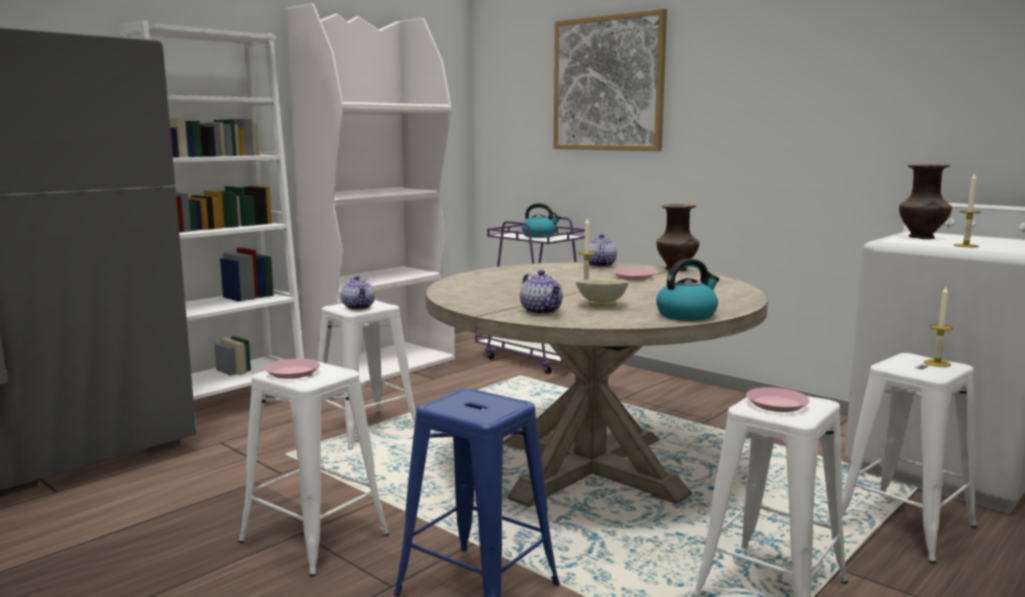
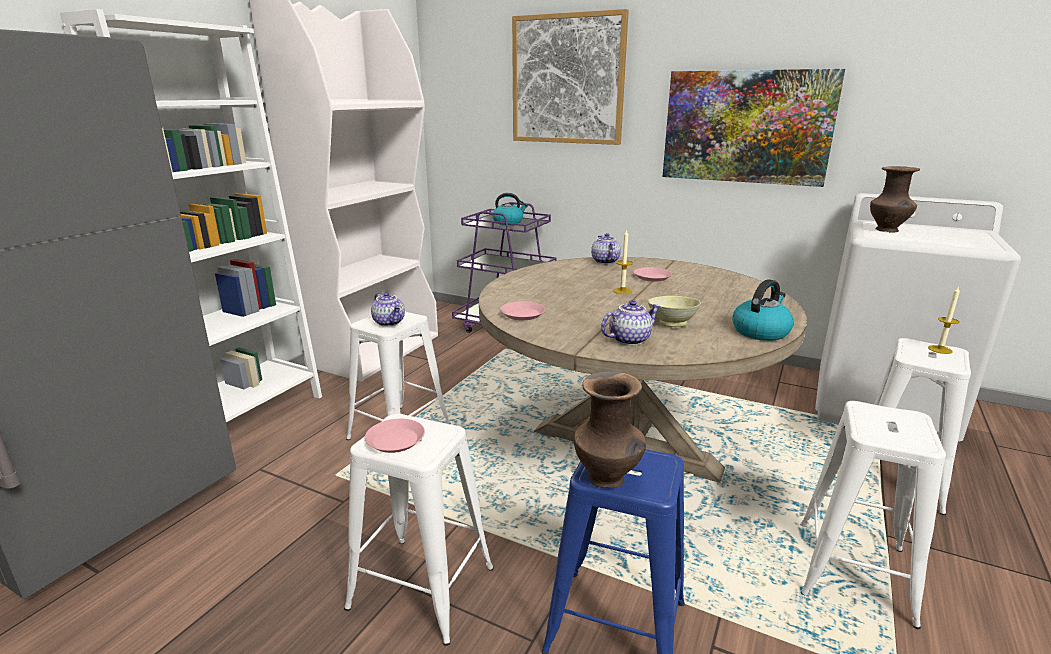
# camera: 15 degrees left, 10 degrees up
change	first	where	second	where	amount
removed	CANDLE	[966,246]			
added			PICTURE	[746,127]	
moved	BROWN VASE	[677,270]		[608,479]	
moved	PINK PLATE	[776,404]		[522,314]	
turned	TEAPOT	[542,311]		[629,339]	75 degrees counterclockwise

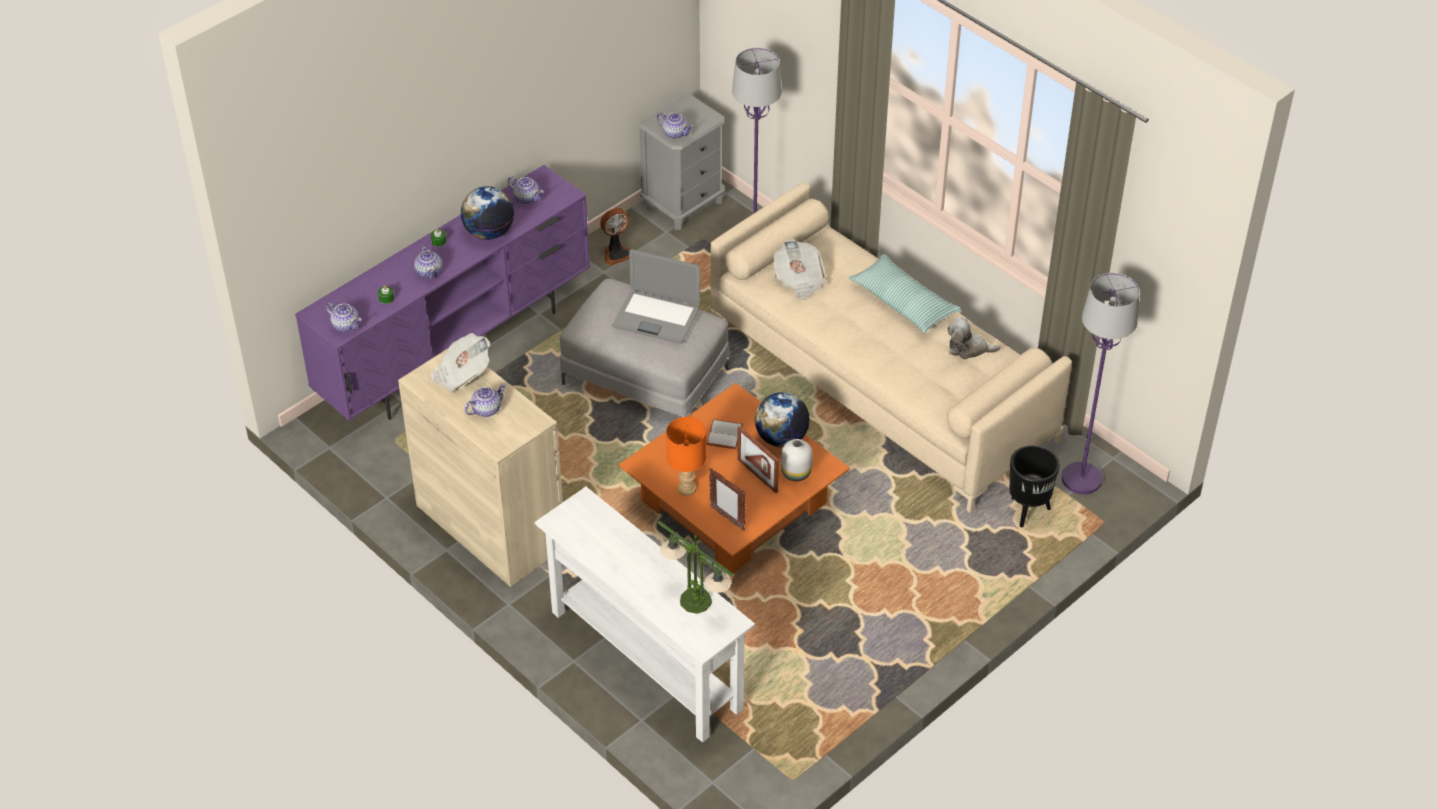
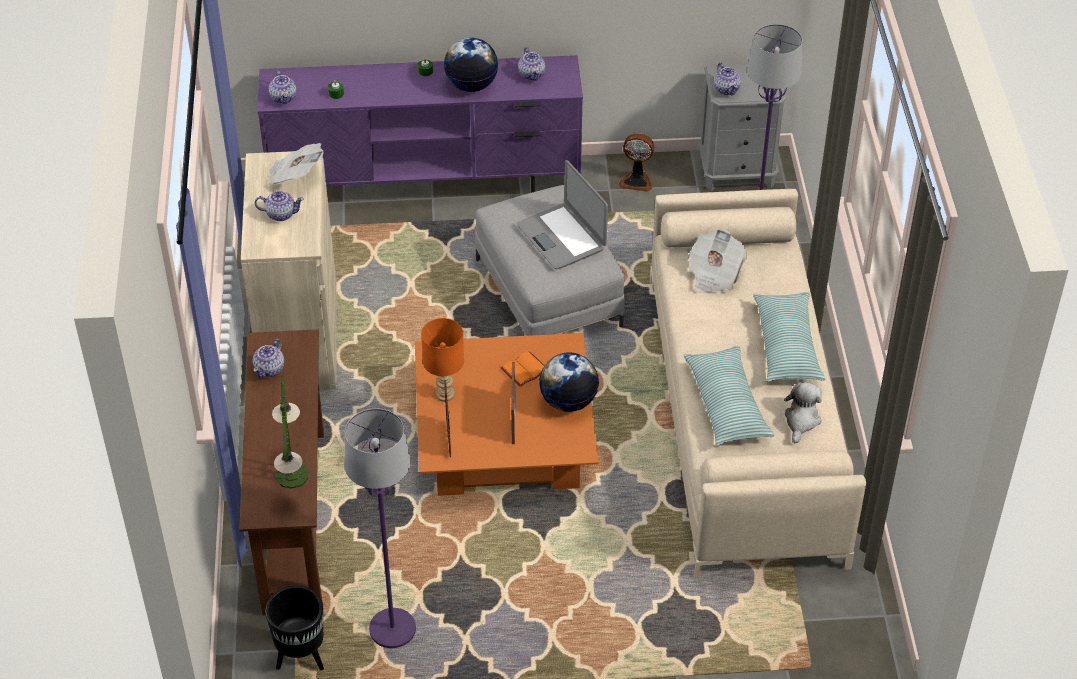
# camera: 40 degrees right, 0 degrees up
change	first	where	second	where	amount
removed	WHITE VASE	[796,472]			
added			PILLOW	[727,404]	
moved	TEAPOT	[429,272]		[270,369]	
moved	BLACK PLANTER	[1026,511]		[300,658]	
moved	PURPLE FLOOR LAMP	[1082,479]		[393,630]	
recoloured	WHITE CONSOLE TABLE	[645,661]	BROWN CONSOLE TABLE	[293,519]	
recoloured	WHITE BOOK	[723,434]	ORANGE BOOK	[524,369]	
turned	PLUSH TOY	[969,348]		[801,420]	60 degrees clockwise

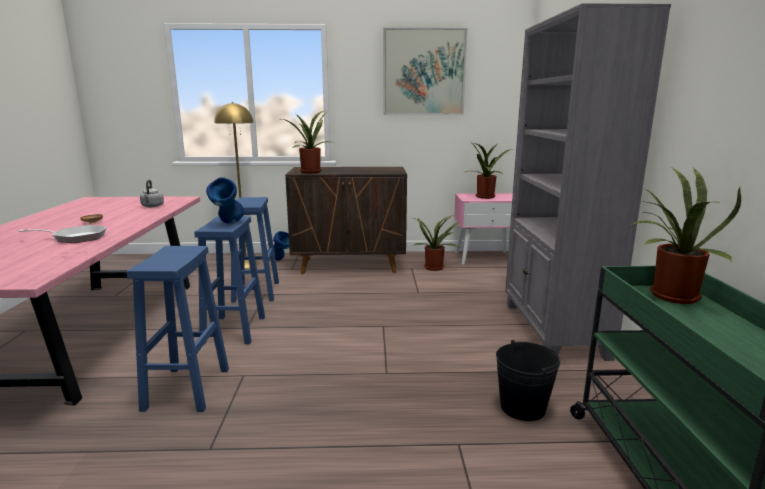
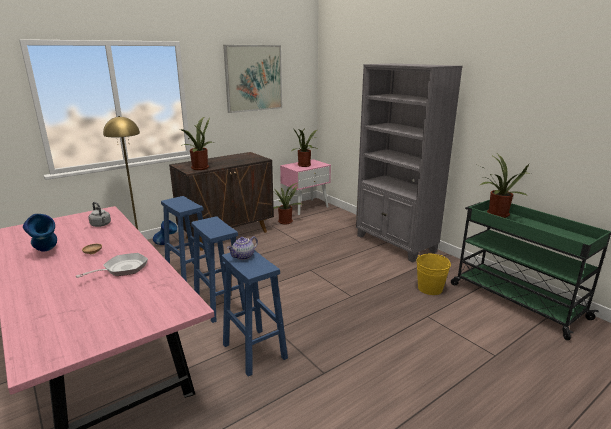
# camera: 35 degrees left, 5 degrees up
change	first	where	second	where	amount
added			TEAPOT	[243,257]	
moved	BLUE VASE	[228,224]		[46,252]	
recoloured	BLACK BUCKET	[522,407]	YELLOW BUCKET	[430,288]	

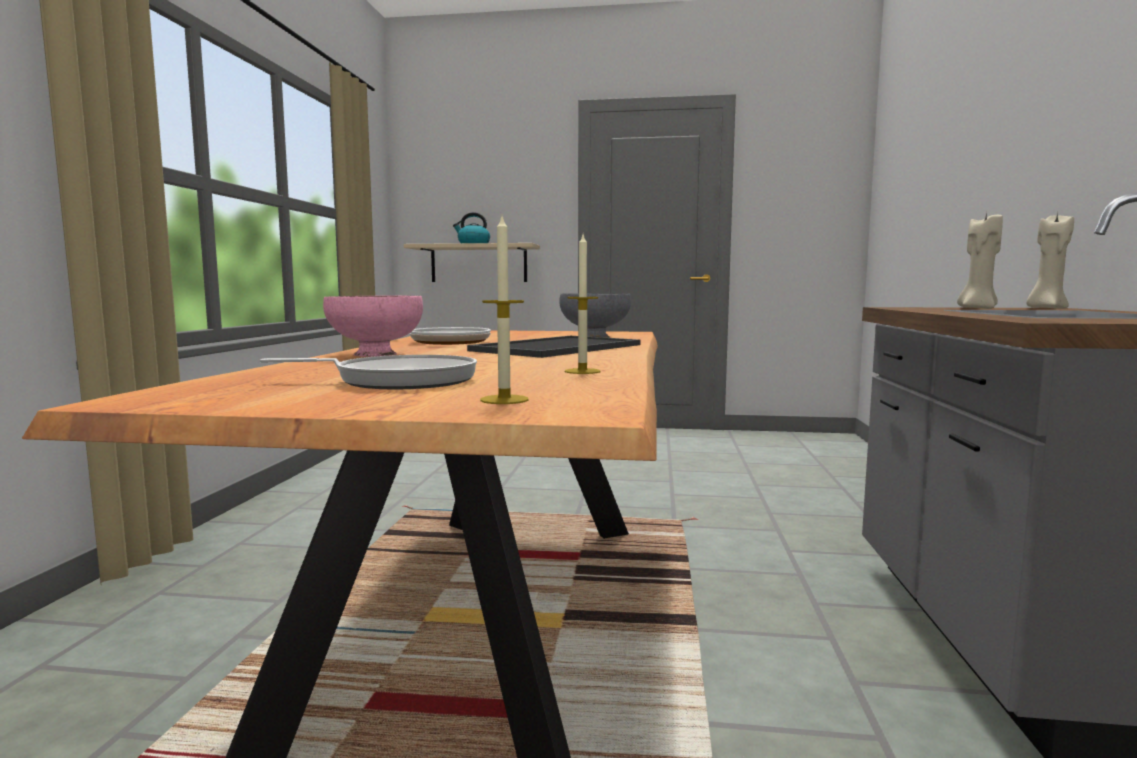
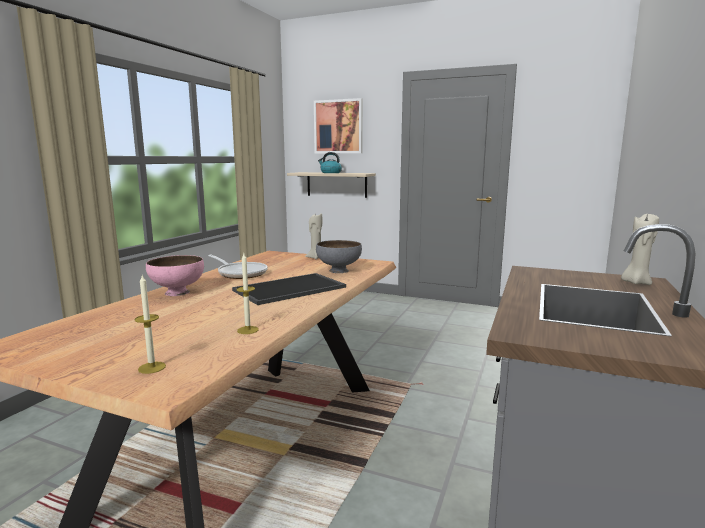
# camera: 15 degrees right, 5 degrees up
change	first	where	second	where	amount
removed	FRYING PAN	[398,380]			
added			PICTURE	[338,126]	
moved	BEIGE CANDLE	[977,308]		[316,257]	

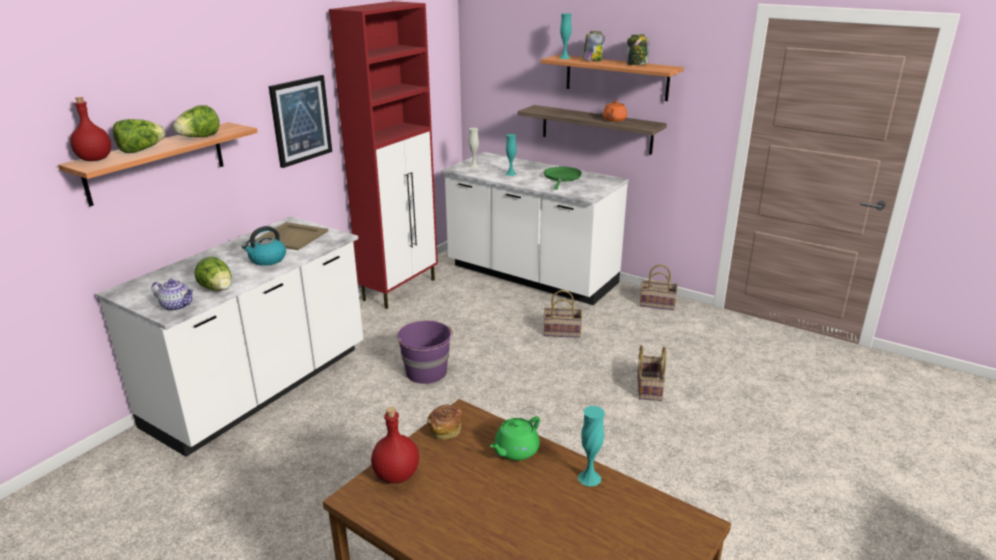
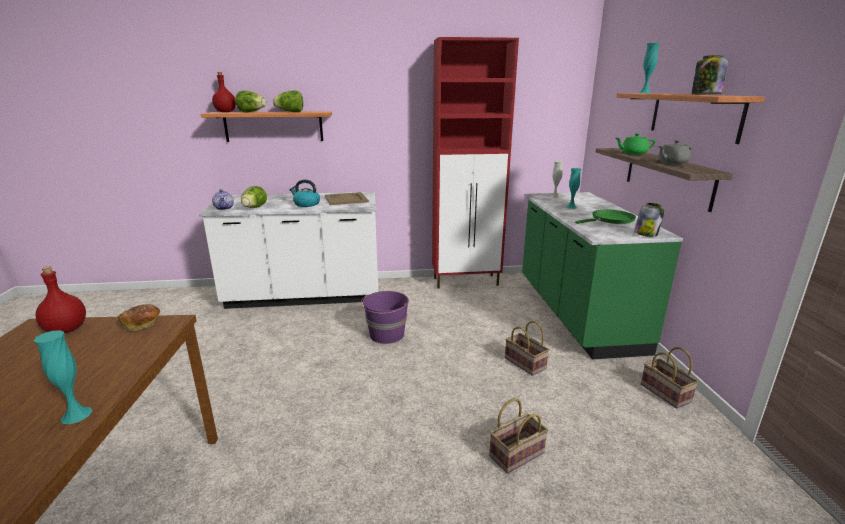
# camera: 50 degrees right, 5 degrees down
change	first	where	second	where	amount
removed	PICTURE	[301,120]			
moved	GREEN TEAPOT	[515,451]		[633,153]	
moved	JAR	[592,60]		[646,234]	
recoloured	WHITE COUNTER	[531,276]	GREEN COUNTER	[576,313]	
recoloured	ORANGE TEAPOT	[614,120]	GREY TEAPOT	[672,163]	

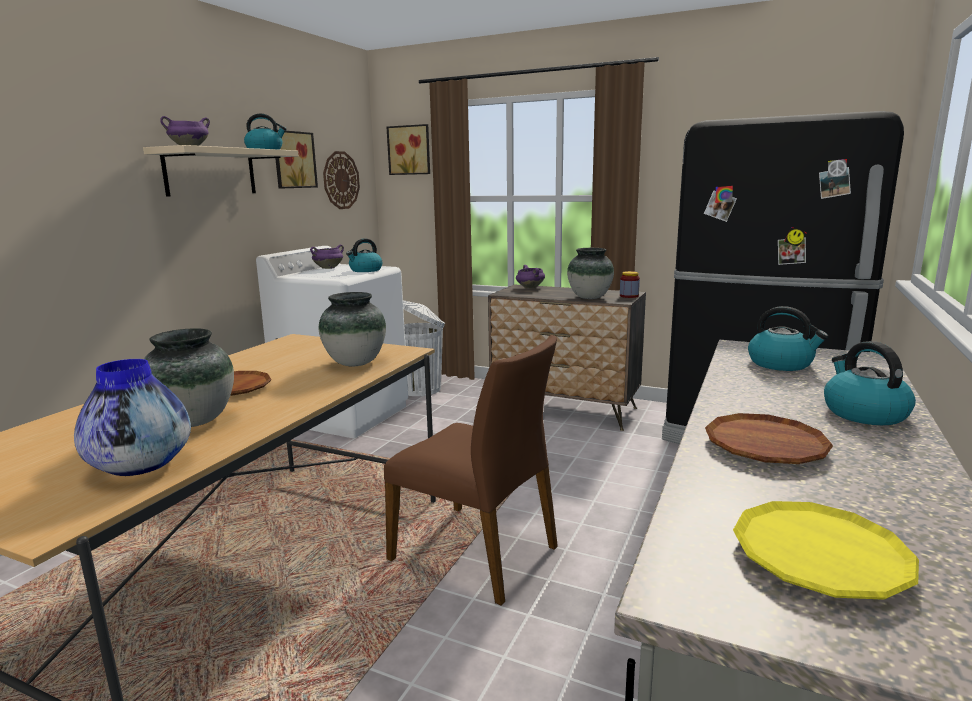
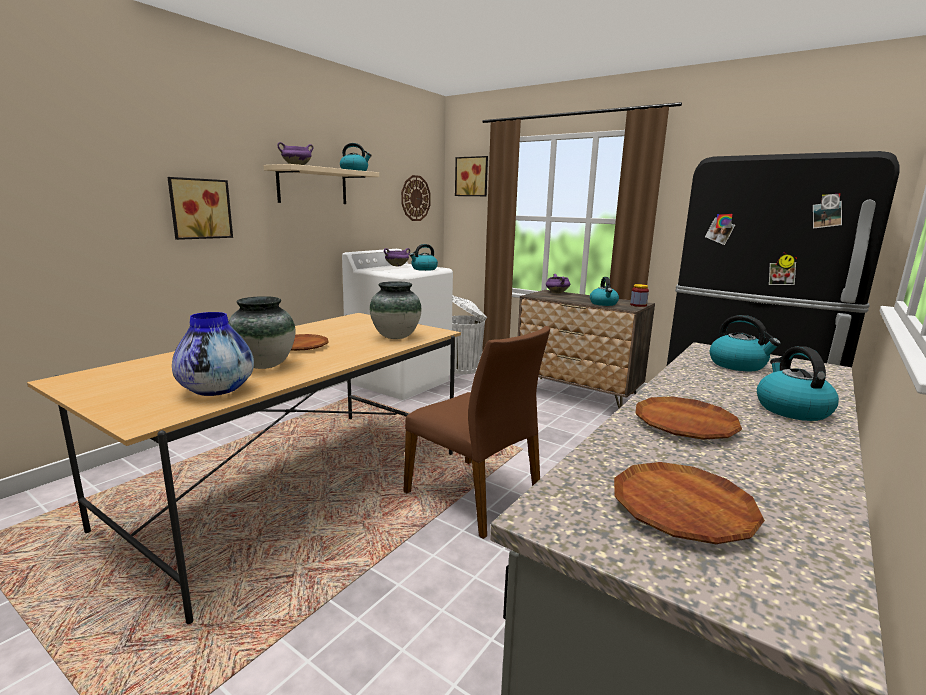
# camera: 10 degrees right, 0 degrees up
change	first	where	second	where	amount
moved	PICTURE	[293,160]		[199,208]	
replaced	VASE	[590,297]	KETTLE	[603,304]	
recoloured	YELLOW PLATE	[819,557]	BROWN PLATE	[682,509]	

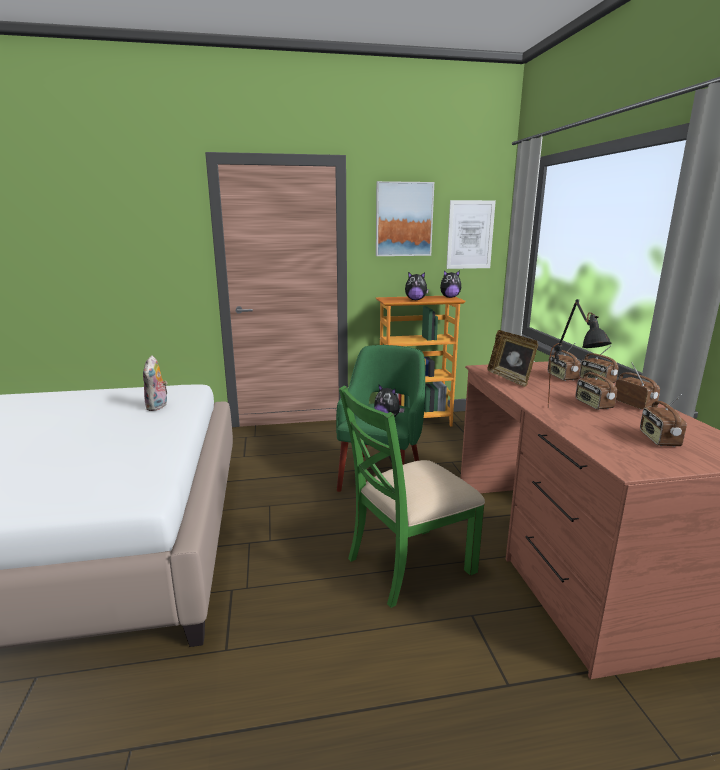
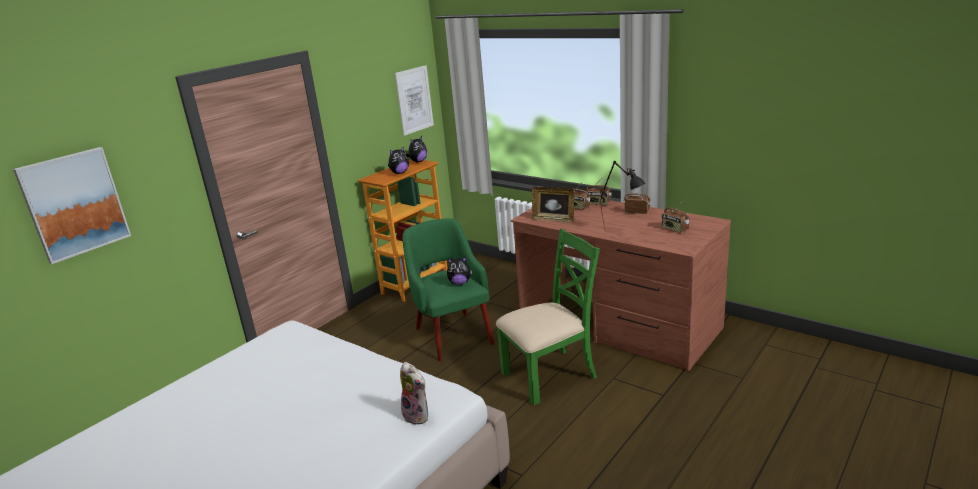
# camera: 40 degrees left, 5 degrees up
change	first	where	second	where	amount
removed	RADIO	[593,404]			
moved	PLUSH TOY	[158,407]		[418,415]	
moved	PICTURE	[403,219]		[74,204]	
turned	GREEN CHAIR	[409,564]		[550,375]	135 degrees counterclockwise

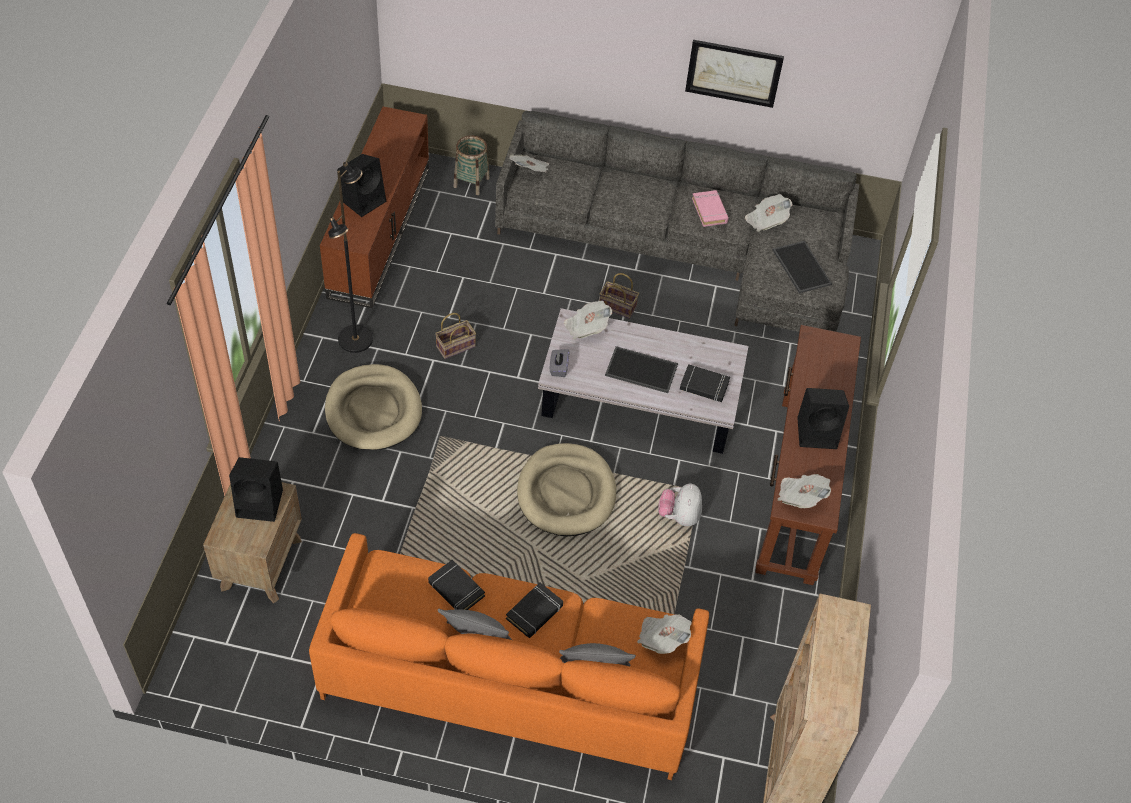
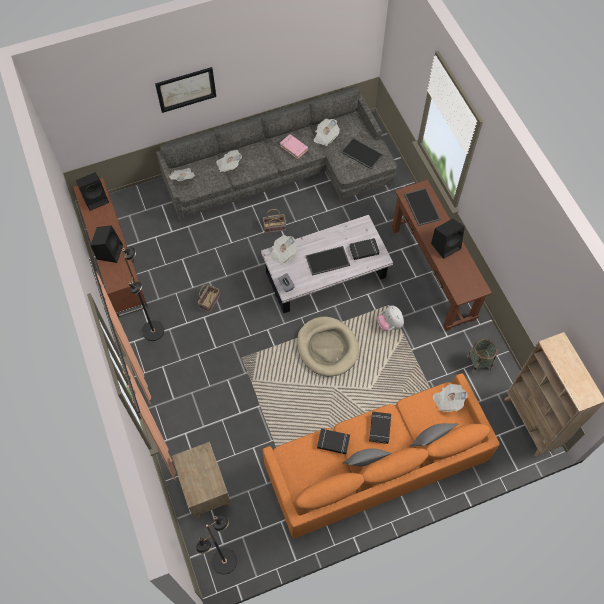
# camera: 30 degrees left, 10 degrees up
change	first	where	second	where	amount
removed	BEIGE DOG BED	[373,410]			
added			BLACK FLOOR LAMP	[225,561]	
added			TRAY	[421,207]	
moved	BLACK SPEAKER	[261,503]		[96,198]	
moved	BASKET	[471,182]		[479,362]	
moved	PICTURE	[733,72]		[186,89]	
moved	NEWSPAPER	[800,497]		[229,165]	

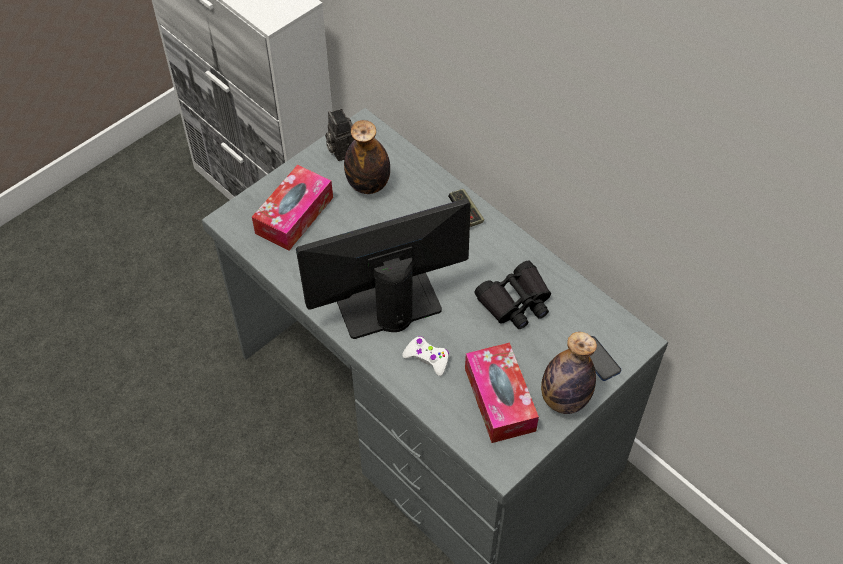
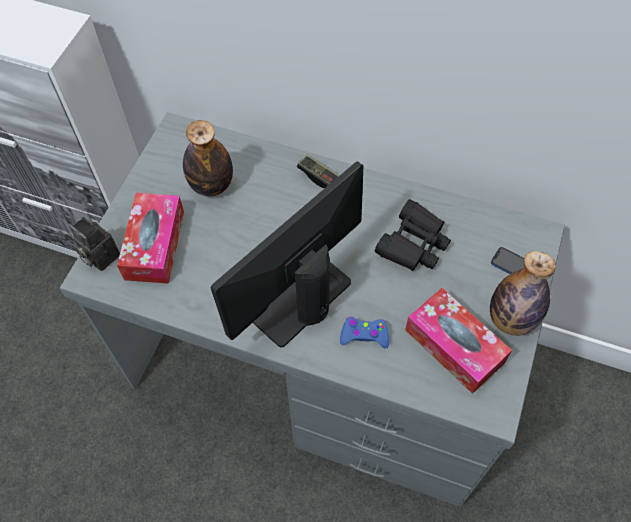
# camera: 25 degrees left, 5 degrees up
change	first	where	second	where	amount
moved	PHOTO CAMERA	[341,149]		[99,256]	
recoloured	WHITE GAME CONTROLLER	[427,358]	BLUE GAME CONTROLLER	[364,335]	

